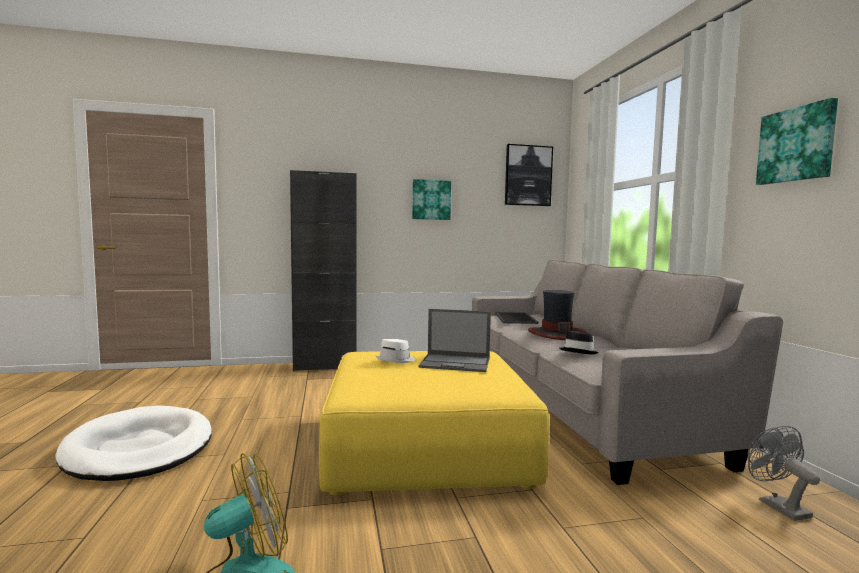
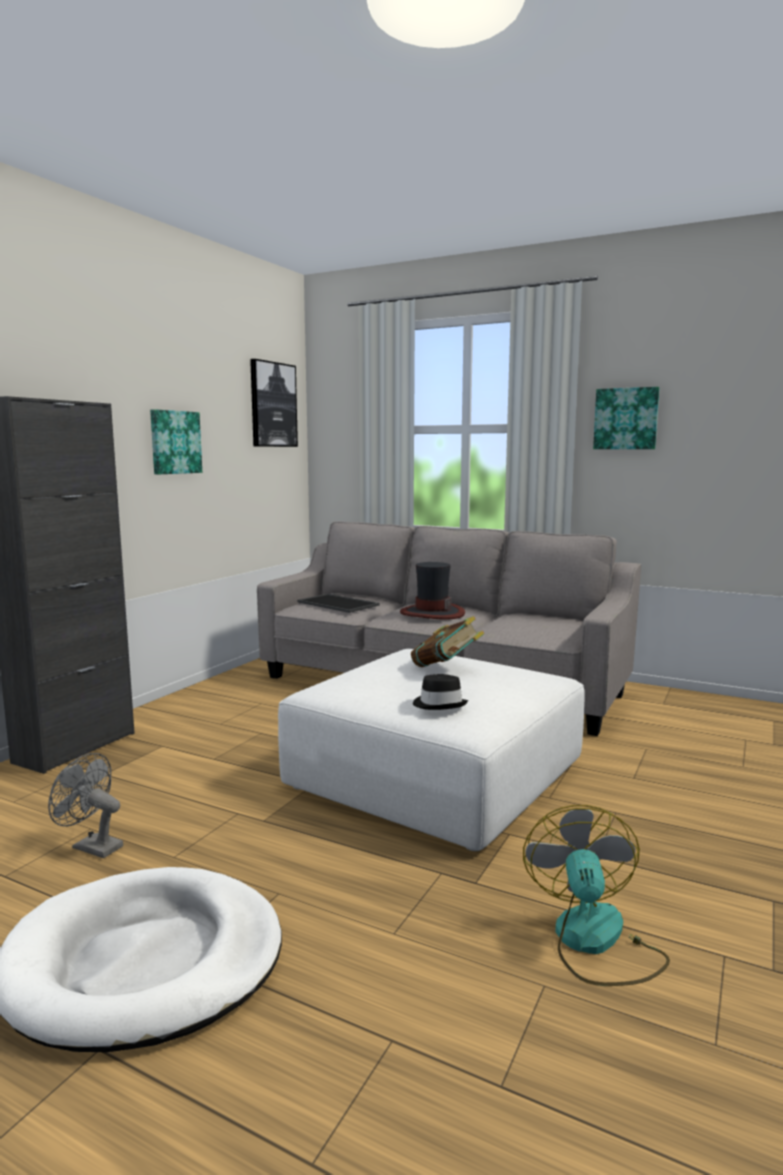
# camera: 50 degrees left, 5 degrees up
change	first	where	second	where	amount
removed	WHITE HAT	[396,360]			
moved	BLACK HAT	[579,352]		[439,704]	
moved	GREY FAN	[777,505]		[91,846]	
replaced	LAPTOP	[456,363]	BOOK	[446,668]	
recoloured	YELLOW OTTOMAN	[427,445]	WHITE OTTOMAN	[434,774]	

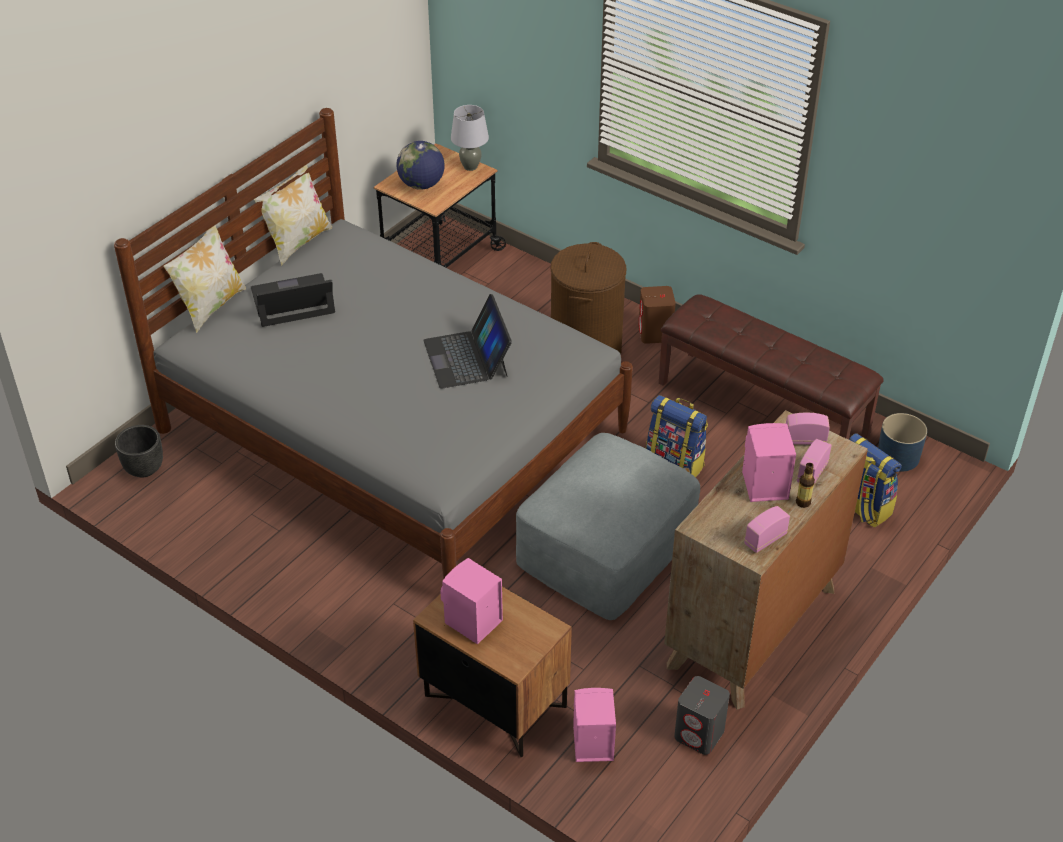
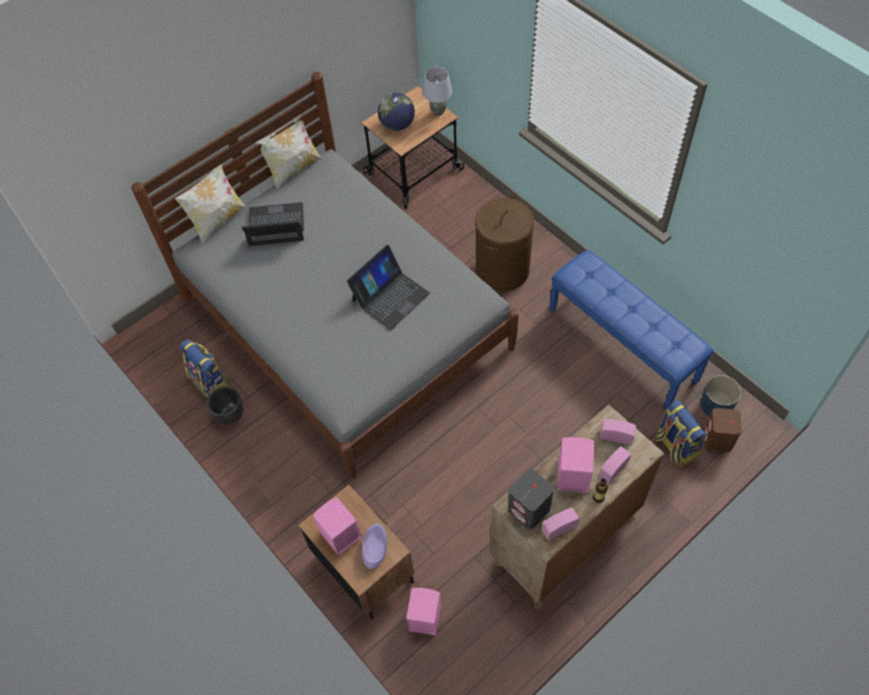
# camera: 15 degrees right, 15 degrees up
change	first	where	second	where	amount
removed	GREY OTTOMAN	[606,546]			
added			PURPLE BOWL	[375,548]	
moved	BLACK PLANTER	[144,468]		[229,415]	
moved	BROWN SPEAKER	[655,333]		[717,440]	
moved	BACKPACK	[675,464]		[211,383]	
moved	GREY SPEAKER	[699,734]		[529,509]	
recoloured	BROWN BENCH	[763,408]	BLUE BENCH	[623,343]	
turned	LAPTOP	[467,358]		[390,297]	135 degrees counterclockwise

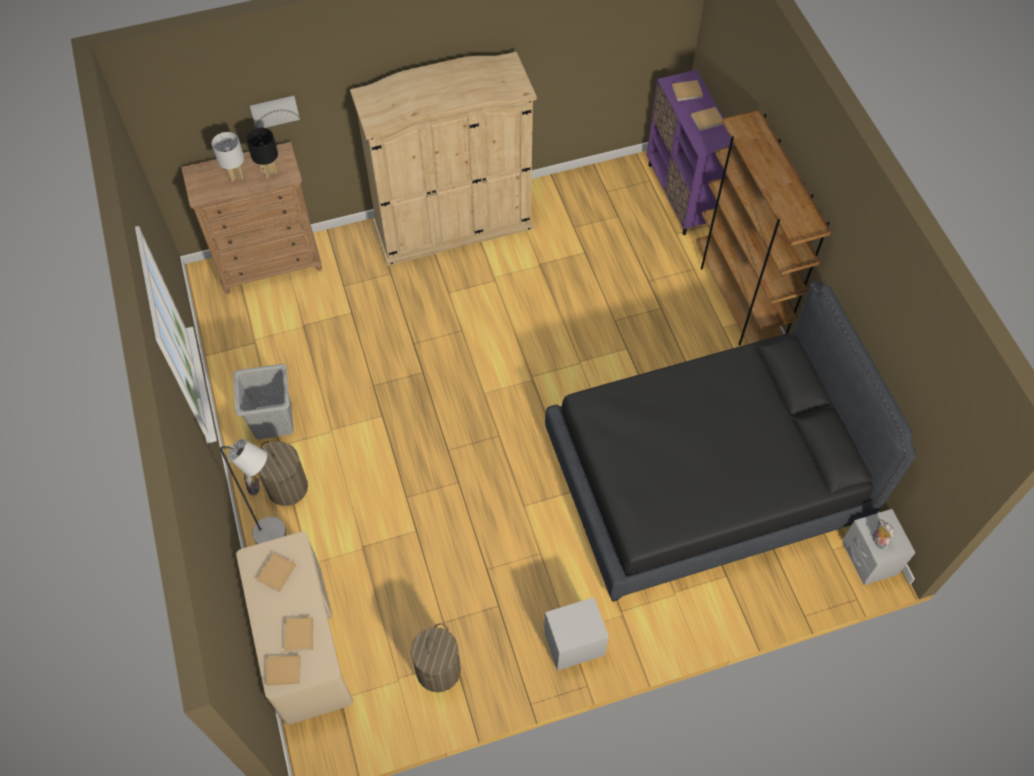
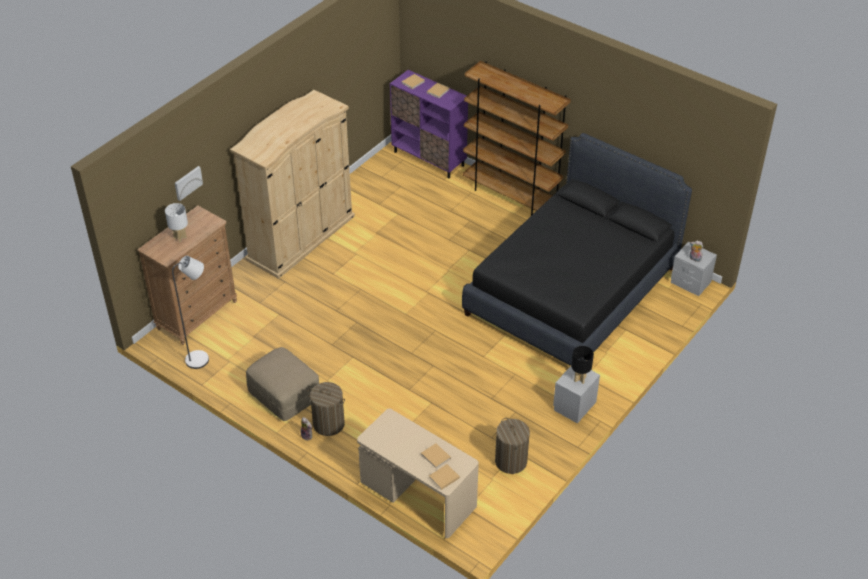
# camera: 35 degrees left, 15 degrees down
change	first	where	second	where	amount
removed	BEIGE BOOK	[276,573]			
moved	GREY FLOOR LAMP	[276,534]		[202,358]	
moved	BLACK TABLE LAMP	[269,171]		[580,379]	
replaced	GREY LAUNDRY BASKET	[273,420]	BEIGE OTTOMAN	[284,395]	

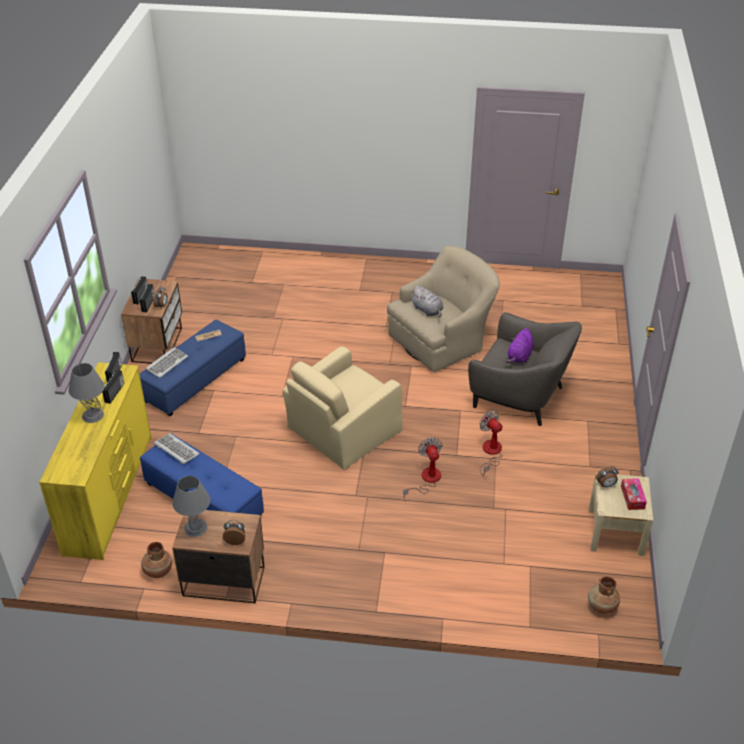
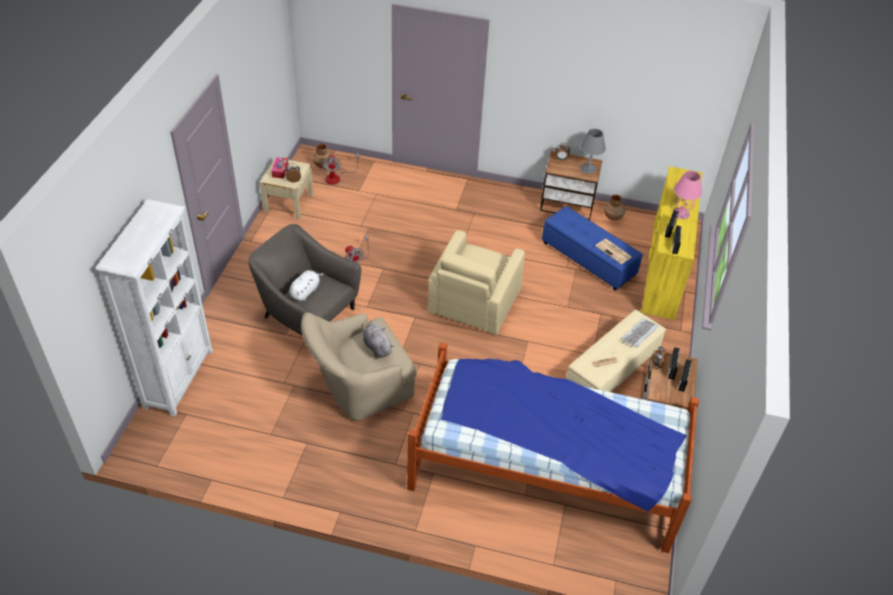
# camera: 175 degrees left, 5 degrees up
change	first	where	second	where	amount
added			WHITE BOOKCASE	[179,378]	
added			BED	[545,470]	
moved	FAN	[426,480]		[337,177]	
replaced	KEYBOARD	[176,450]	NEWSPAPER	[614,252]	
recoloured	GREY TABLE LAMP	[92,415]	PINK TABLE LAMP	[681,213]	
recoloured	BLUE OTTOMAN	[194,380]	BEIGE OTTOMAN	[612,369]	
recoloured	PURPLE PLUSH TOY	[519,356]	WHITE PLUSH TOY	[305,291]	
turned	BEIGE ARMCHAIR	[343,430]		[474,301]	150 degrees clockwise

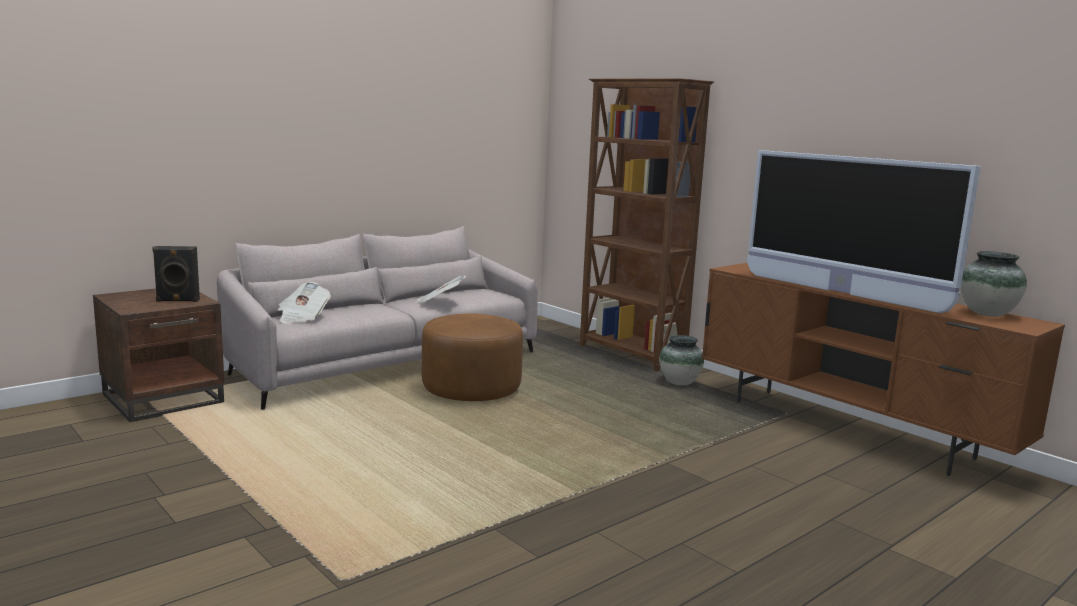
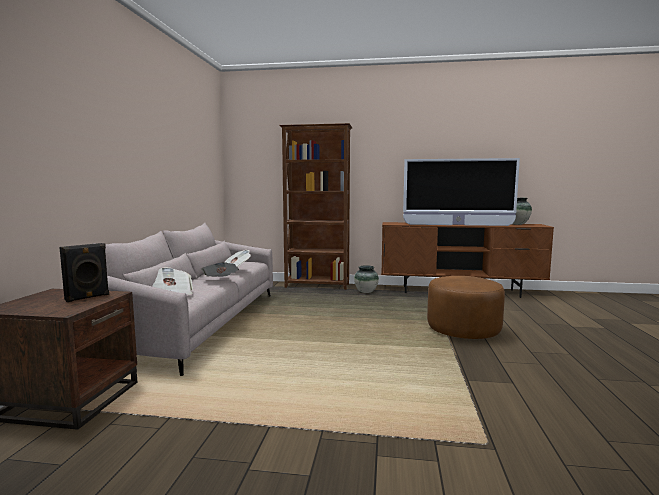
# camera: 40 degrees left, 5 degrees down
change	first	where	second	where	amount
added			NEWSPAPER	[220,280]	
moved	BROWN OTTOMAN	[471,390]		[463,330]	

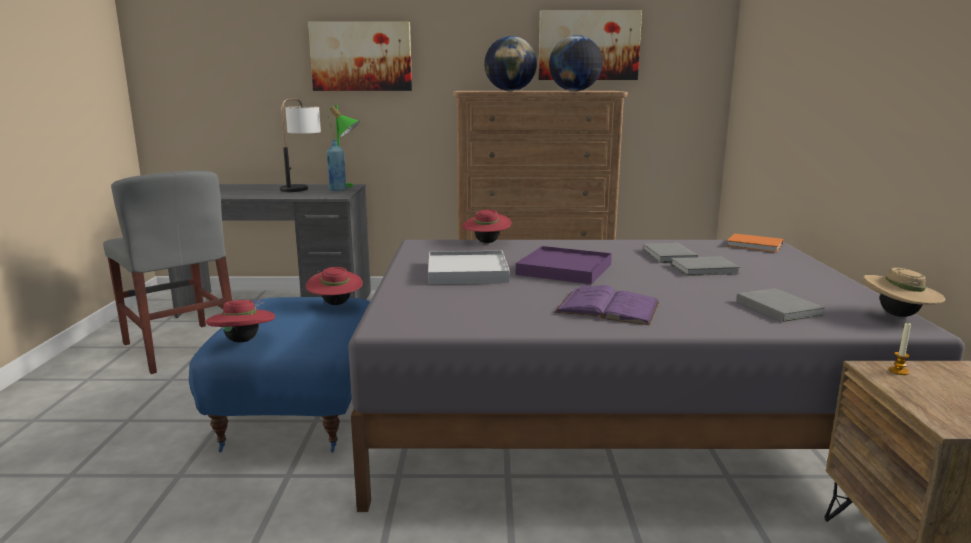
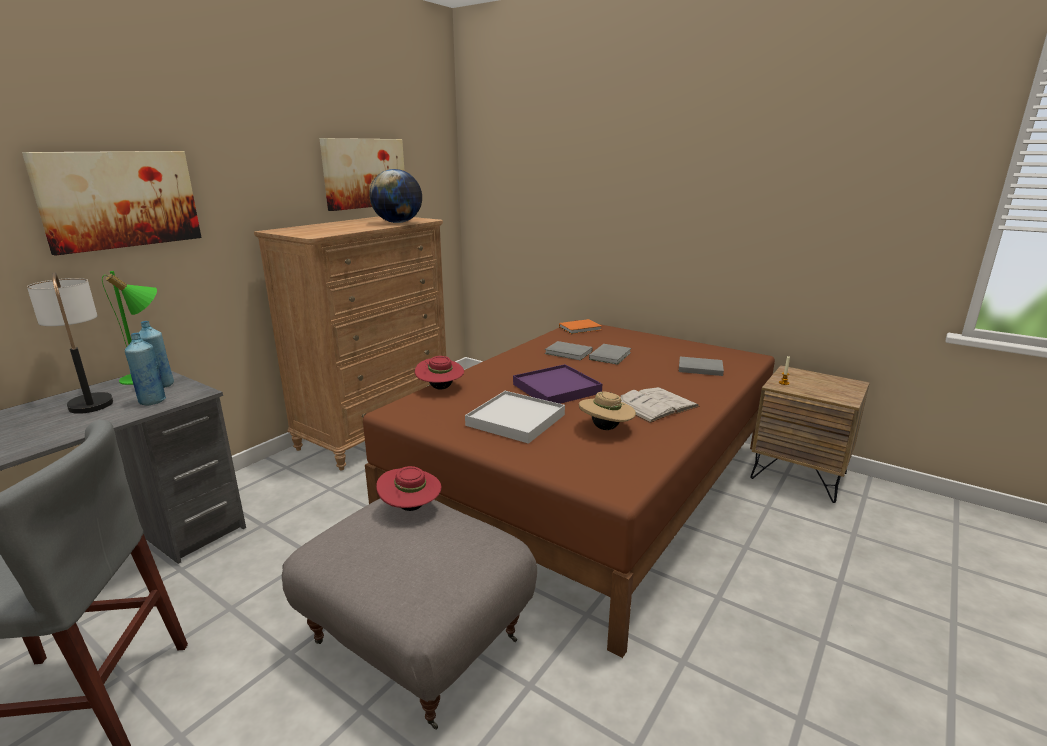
# camera: 55 degrees left, 5 degrees up
change	first	where	second	where	amount
removed	RED HAT	[243,341]			
removed	GLOBE	[510,91]			
added			BLUE BOTTLE	[152,401]	
moved	BEIGE HAT	[898,315]		[606,428]	
recoloured	BLUE OTTOMAN	[301,414]	GREY OTTOMAN	[419,639]	
recoloured	GREY BED	[609,414]	BROWN BED	[590,485]	
recoloured	PURPLE BOOK	[608,307]	WHITE BOOK	[655,405]	

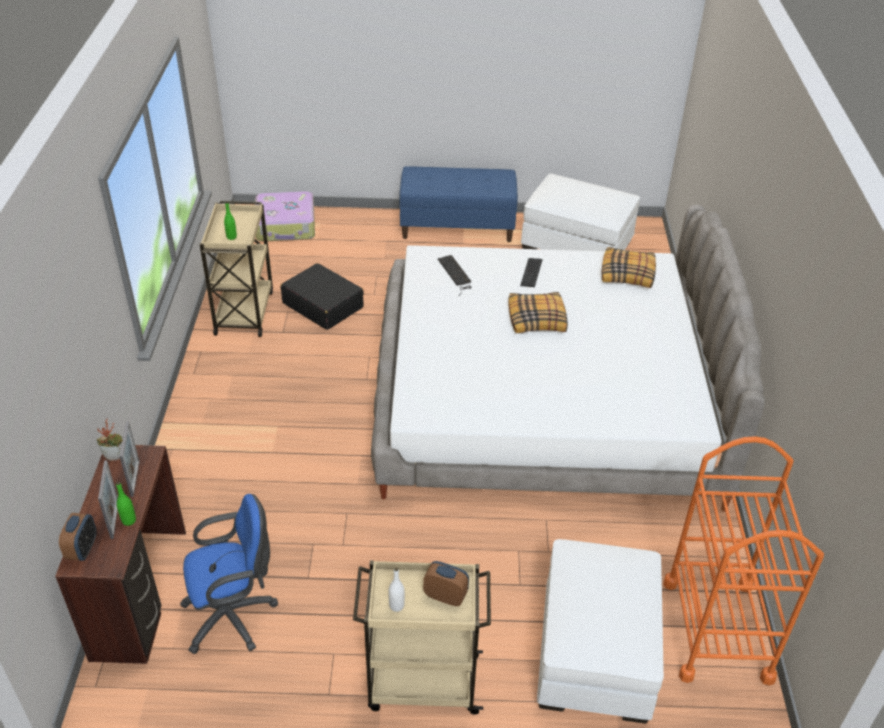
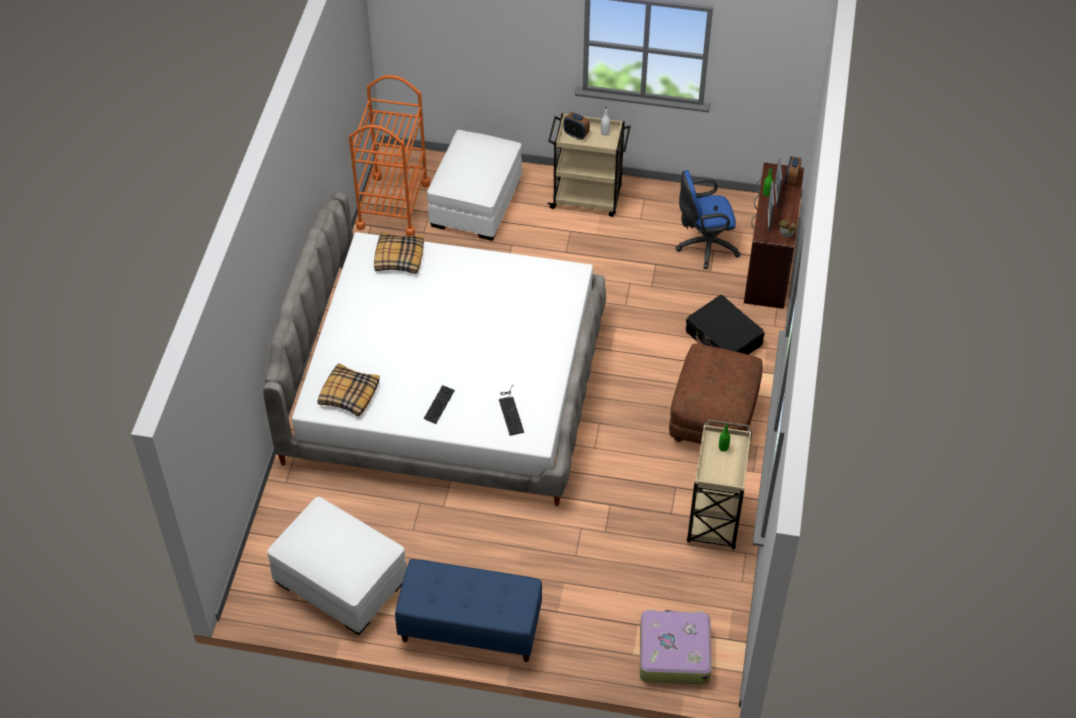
# camera: 170 degrees left, 10 degrees up
change	first	where	second	where	amount
added			BROWN OTTOMAN	[713,418]	
moved	BLACK SUITCASE	[323,305]		[723,339]	
moved	PILLOW	[537,319]		[398,258]	

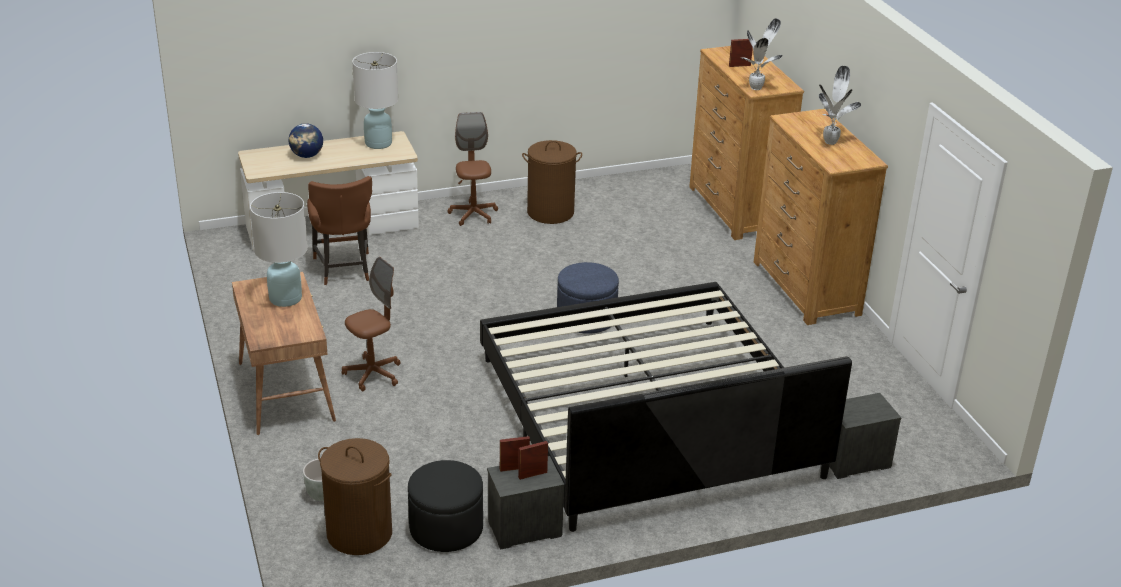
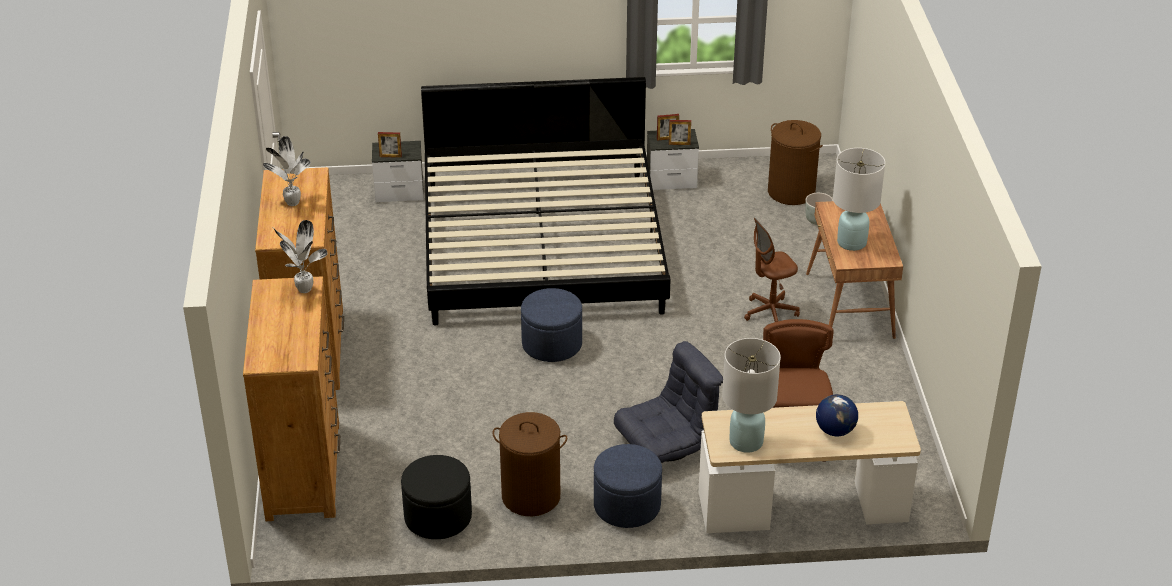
# camera: 165 degrees left, 5 degrees up
change	first	where	second	where	amount
added			GREY ARMCHAIR	[667,444]	
moved	BLACK OTTOMAN	[446,528]		[438,517]	
moved	PICTURE FRAME	[739,65]		[390,156]	
replaced	BROWN OFFICE CHAIR	[473,215]	BLUE OTTOMAN	[627,506]	

